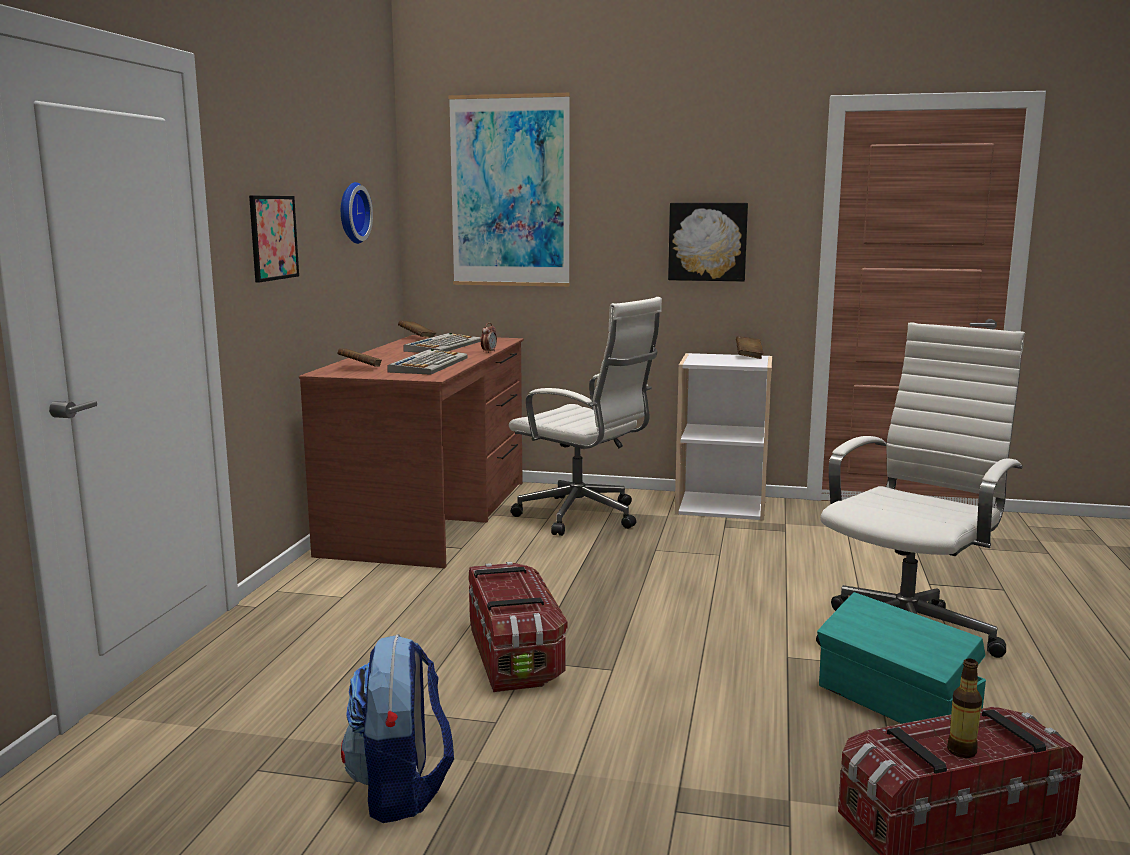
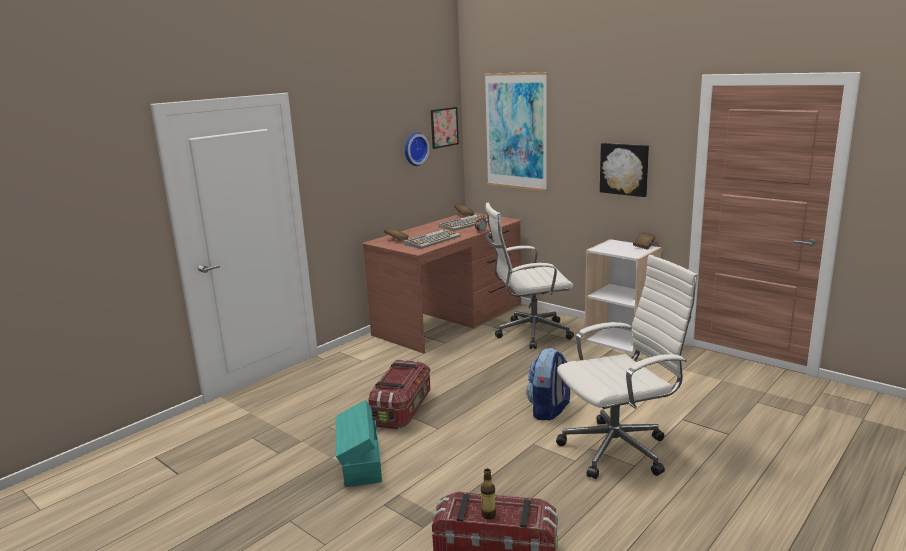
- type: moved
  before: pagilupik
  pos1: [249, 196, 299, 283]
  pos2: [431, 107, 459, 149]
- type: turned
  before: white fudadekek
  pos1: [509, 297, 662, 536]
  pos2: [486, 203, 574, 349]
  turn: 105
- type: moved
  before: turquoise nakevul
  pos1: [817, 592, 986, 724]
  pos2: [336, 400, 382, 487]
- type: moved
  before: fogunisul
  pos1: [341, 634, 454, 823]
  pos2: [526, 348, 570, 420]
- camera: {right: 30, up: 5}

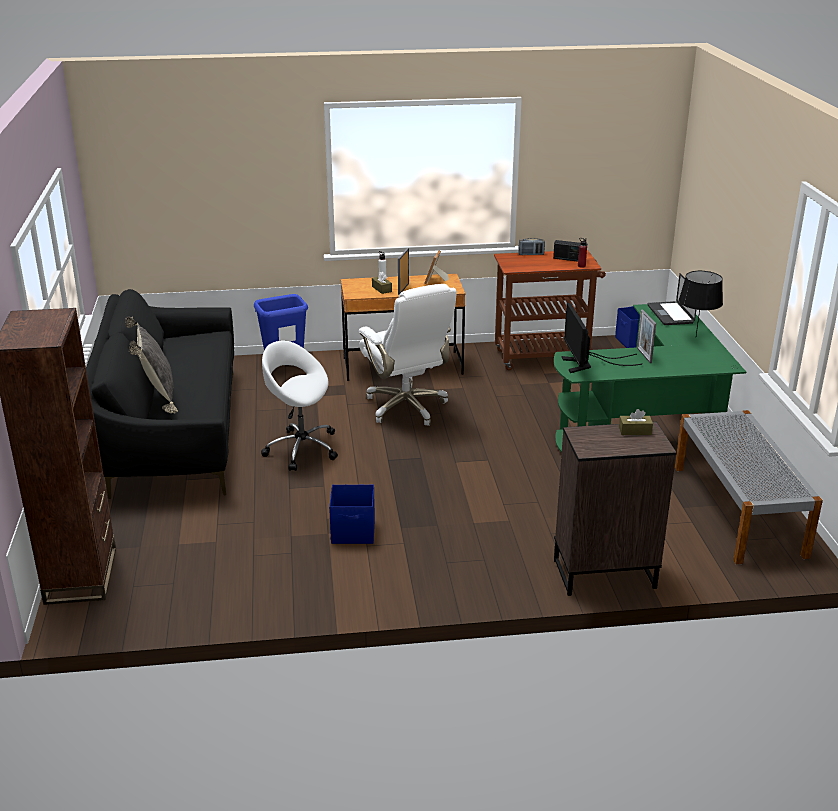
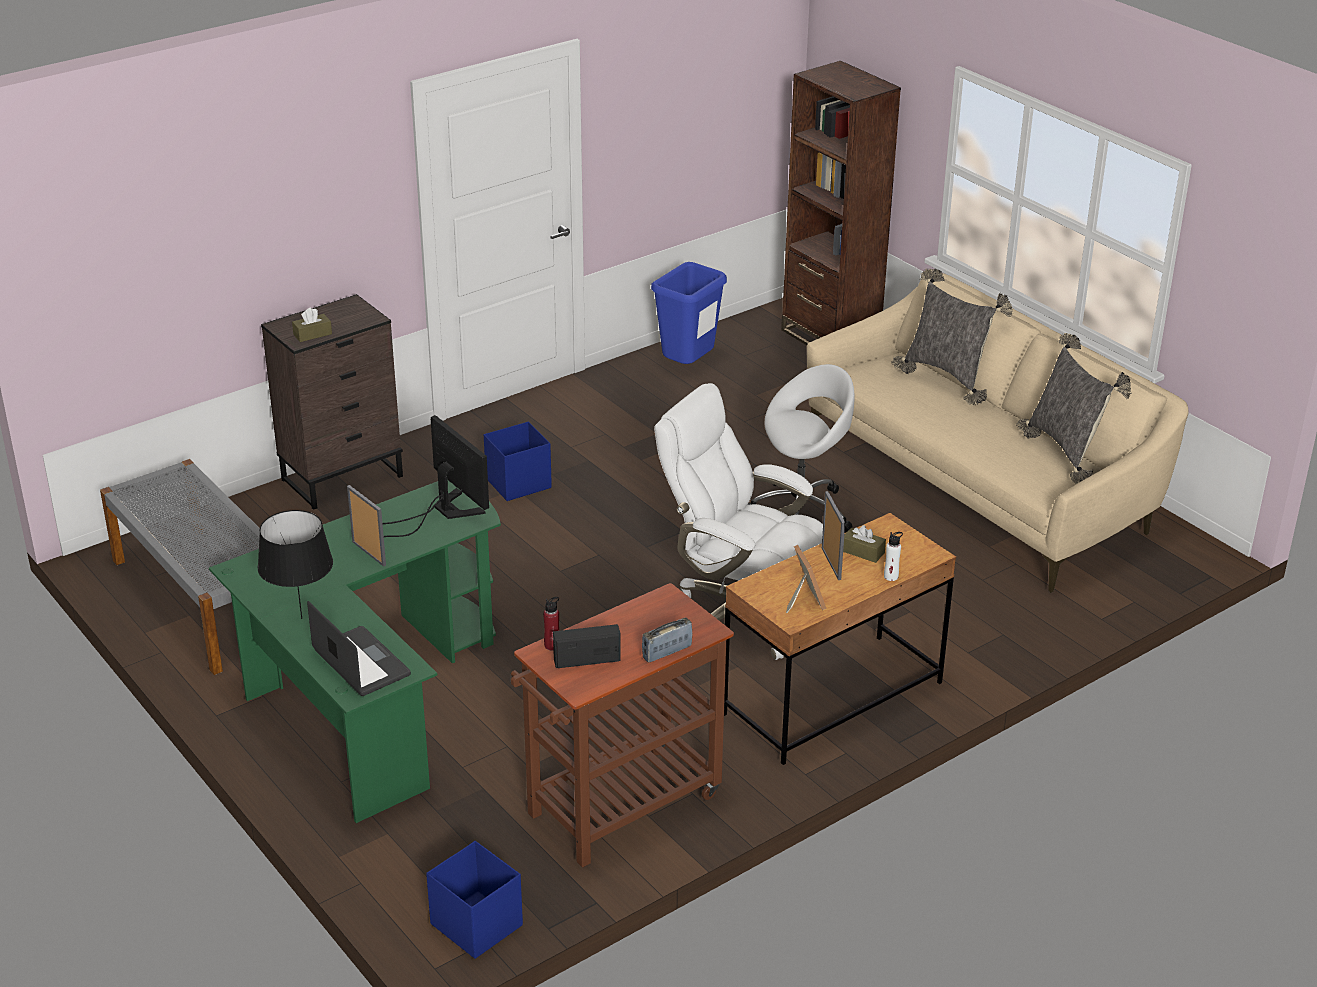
- type: recoloured
  before: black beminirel
  after: beige beminirel
  pos1: [86, 289, 234, 499]
  pos2: [807, 271, 1189, 593]
- type: moved
  before: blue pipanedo
  pos1: [254, 294, 308, 350]
  pos2: [651, 262, 727, 364]
- type: moved
  before: blue nakevul
  pos1: [329, 485, 375, 544]
  pos2: [484, 422, 552, 501]
- type: added
  after: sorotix
  pos2: [1017, 333, 1131, 484]
- camera: {right: 150, up: 5}

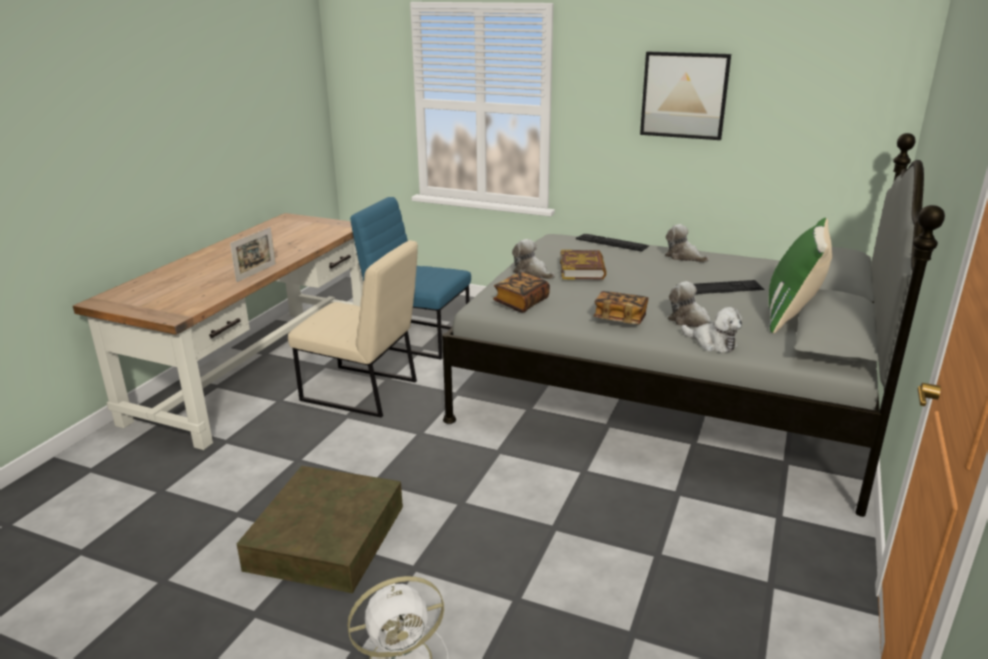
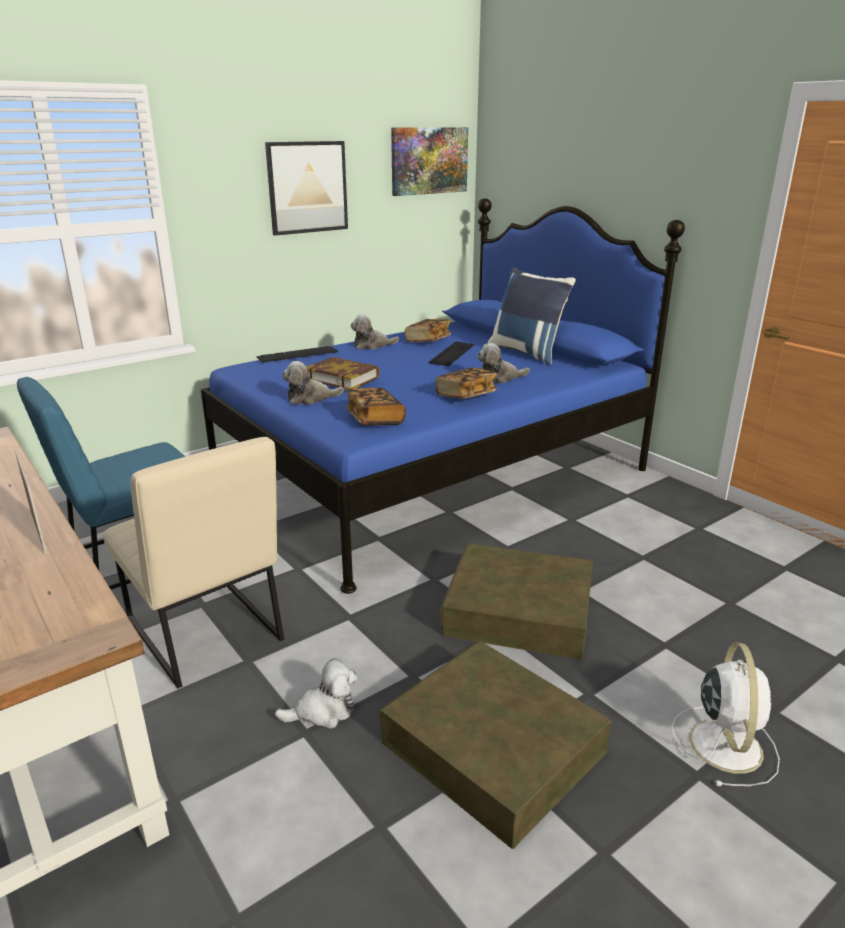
- type: recoloured
  before: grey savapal
  after: blue savapal
  pos1: [442, 133, 945, 517]
  pos2: [201, 198, 685, 594]
- type: recoloured
  before: green sorotix
  after: blue sorotix
  pos1: [769, 218, 832, 334]
  pos2: [488, 267, 576, 365]
- type: turned
  before: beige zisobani
  pos1: [288, 240, 418, 418]
  pos2: [103, 437, 284, 689]
  turn: 90
- type: moved
  before: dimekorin
  pos1: [681, 307, 742, 353]
  pos2: [275, 658, 357, 729]
- type: added
  after: pagilupik
  pos2: [391, 127, 468, 196]
- type: added
  after: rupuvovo
  pos2: [405, 319, 451, 342]
- type: added
  after: brown nakevul
  pos2: [441, 543, 593, 660]
- camera: {right: -60, up: 0}

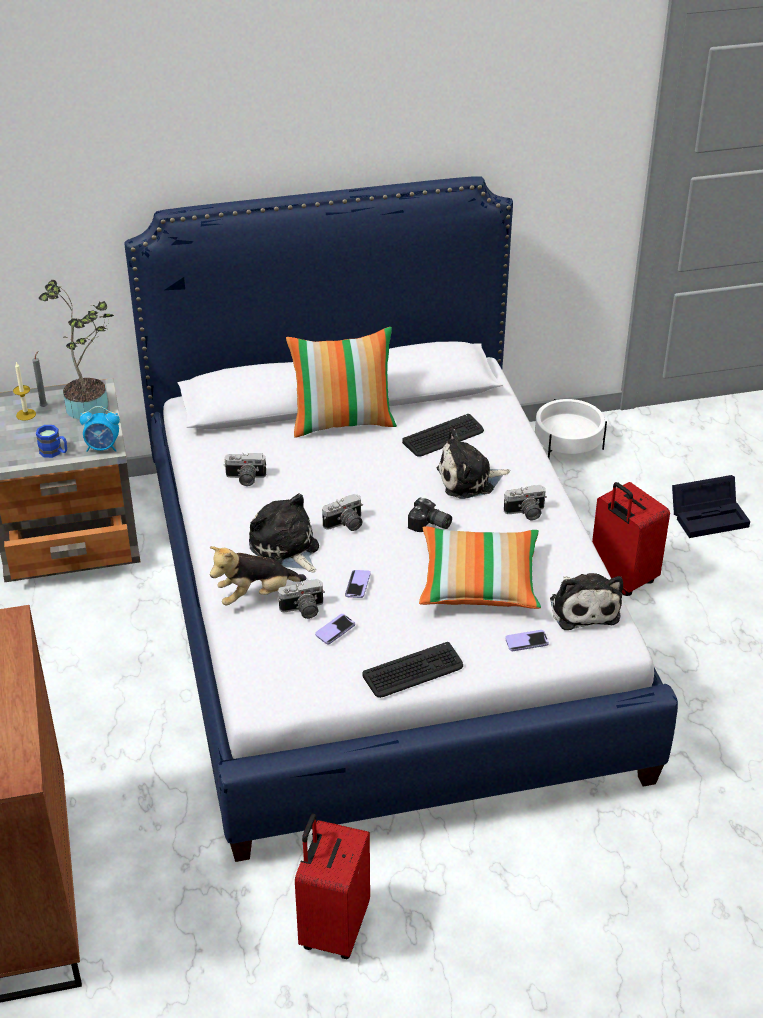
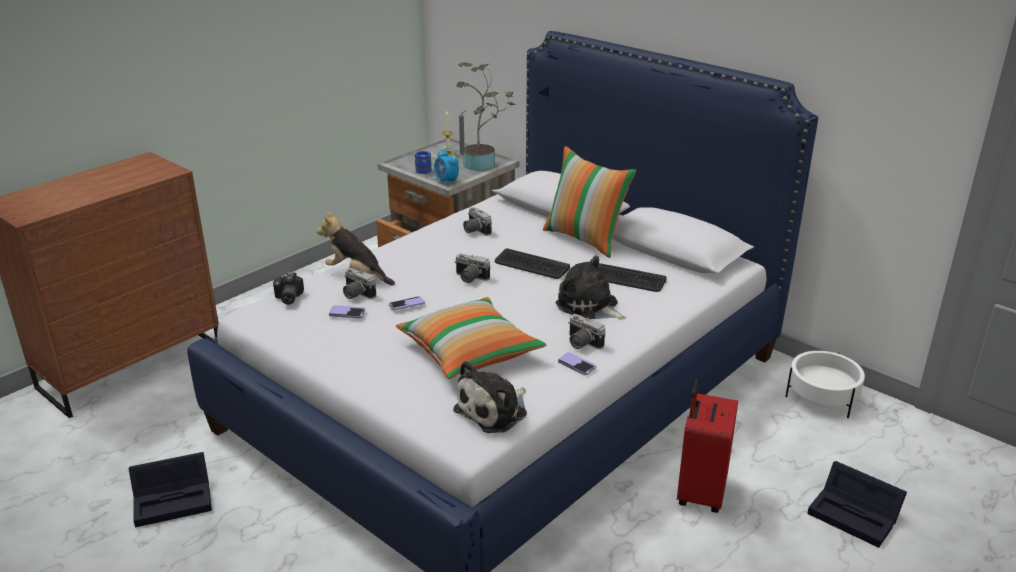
- type: removed
  before: dimekorin
  pos1: [249, 494, 319, 573]
- type: moved
  before: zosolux
  pos1: [408, 498, 452, 532]
  pos2: [273, 272, 304, 305]
- type: moved
  before: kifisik
  pos1: [505, 630, 549, 651]
  pos2: [558, 352, 596, 375]
- type: moved
  before: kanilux
  pos1: [363, 642, 463, 698]
  pos2: [495, 249, 570, 279]
- type: replaced
  before: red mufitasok
  after: black nakevul
  pos1: [295, 814, 370, 959]
  pos2: [129, 452, 212, 528]
- camera: {right: 55, up: -10}

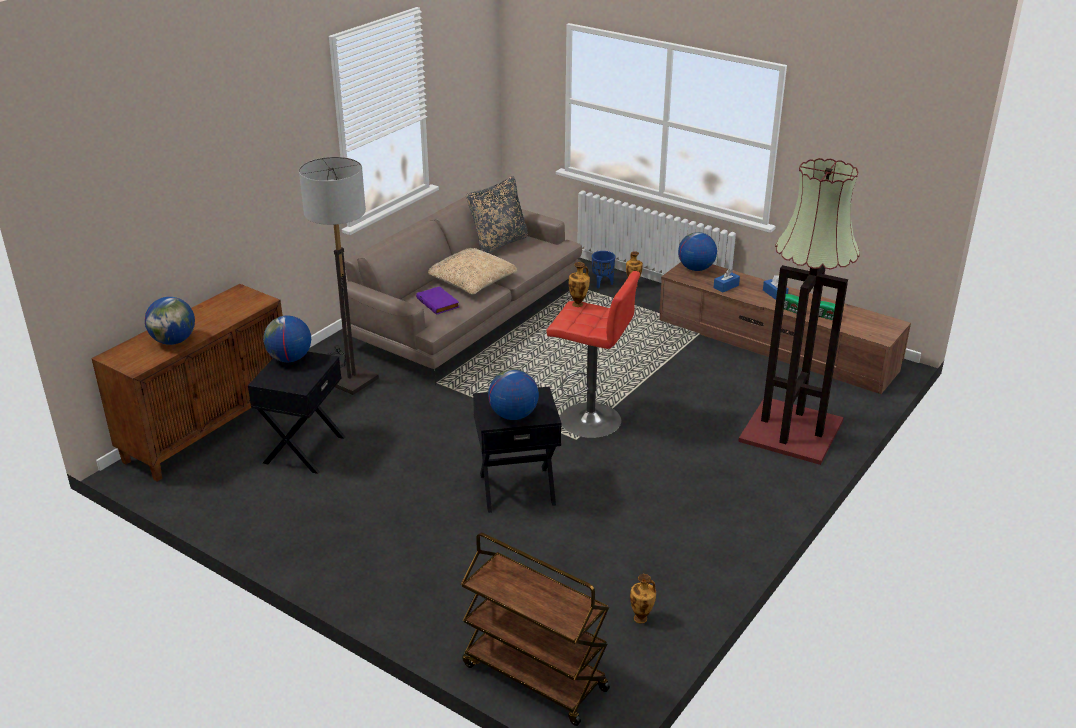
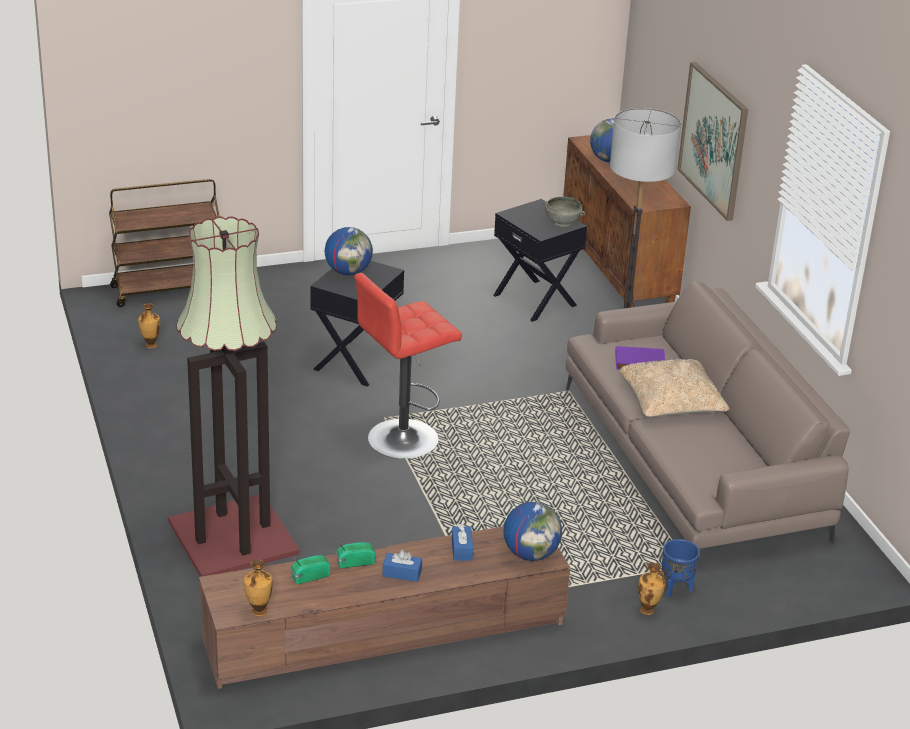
- type: removed
  before: grey sorotix
  pos1: [466, 176, 528, 254]
- type: moved
  before: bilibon
  pos1: [569, 262, 590, 307]
  pos2: [244, 559, 272, 616]
- type: replaced
  before: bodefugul
  after: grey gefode
  pos1: [263, 315, 311, 362]
  pos2: [543, 197, 585, 227]
- type: added
  after: pagilupik
  pos2: [677, 62, 748, 221]
- camera: {right: 125, up: 0}

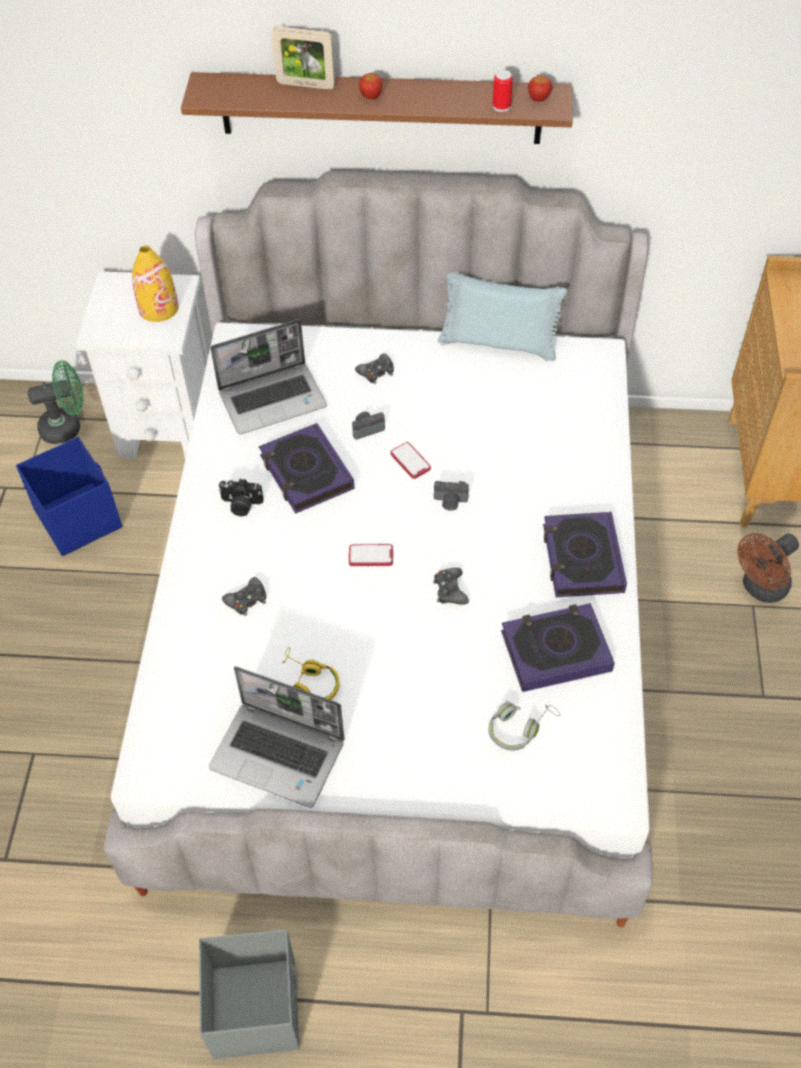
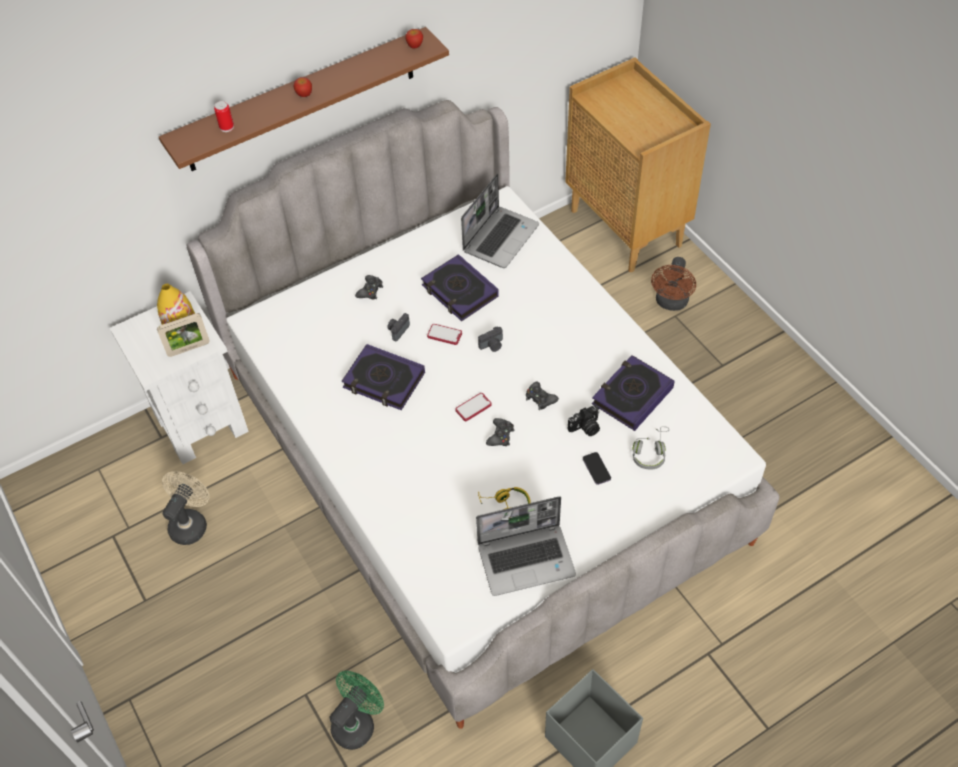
- type: moved
  before: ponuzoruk
  pos1: [272, 26, 335, 90]
  pos2: [157, 313, 210, 357]
- type: moved
  before: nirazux
  pos1: [493, 70, 513, 112]
  pos2: [214, 101, 234, 132]
- type: removed
  before: blue sorotix
  pos1: [438, 272, 567, 361]
- type: moved
  before: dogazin
  pos1: [210, 319, 327, 434]
  pos2: [461, 173, 539, 268]
- type: moved
  before: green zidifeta
  pos1: [27, 360, 83, 444]
  pos2: [329, 671, 384, 750]
- type: replaced
  before: blue nakevul
  after: beige zidifeta
  pos1: [16, 437, 122, 556]
  pos2: [162, 471, 210, 545]
- type: moved
  before: zosolux
  pos1: [218, 479, 264, 516]
  pos2: [568, 405, 600, 436]
- type: moved
  before: rupuvovo
  pos1: [543, 512, 627, 597]
  pos2: [421, 254, 499, 321]
- type: moved
  before: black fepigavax
  pos1: [222, 577, 266, 616]
  pos2: [486, 418, 515, 446]
- type: added
  after: kifisik
  pos2: [583, 452, 611, 485]
- camera: {right: -35, up: 0}

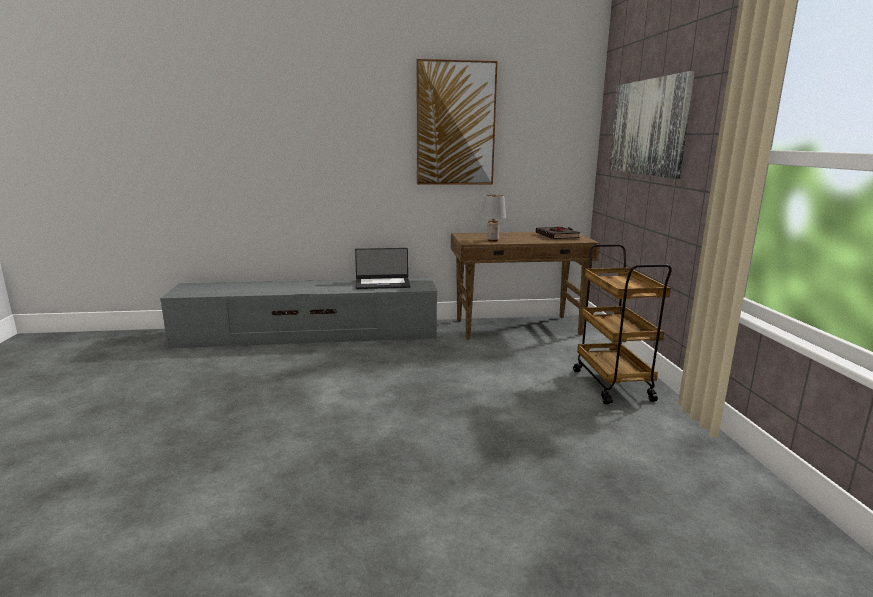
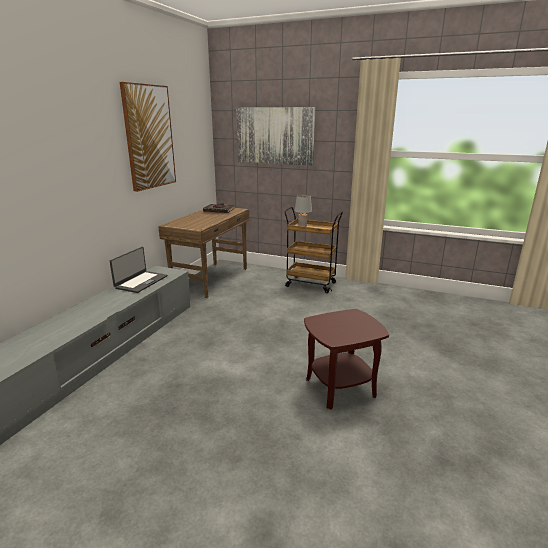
- type: moved
  before: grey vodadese
  pos1: [481, 194, 506, 241]
  pos2: [295, 195, 312, 227]
- type: added
  after: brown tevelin
  pos2: [304, 309, 389, 410]
- camera: {right: -60, up: 5}

